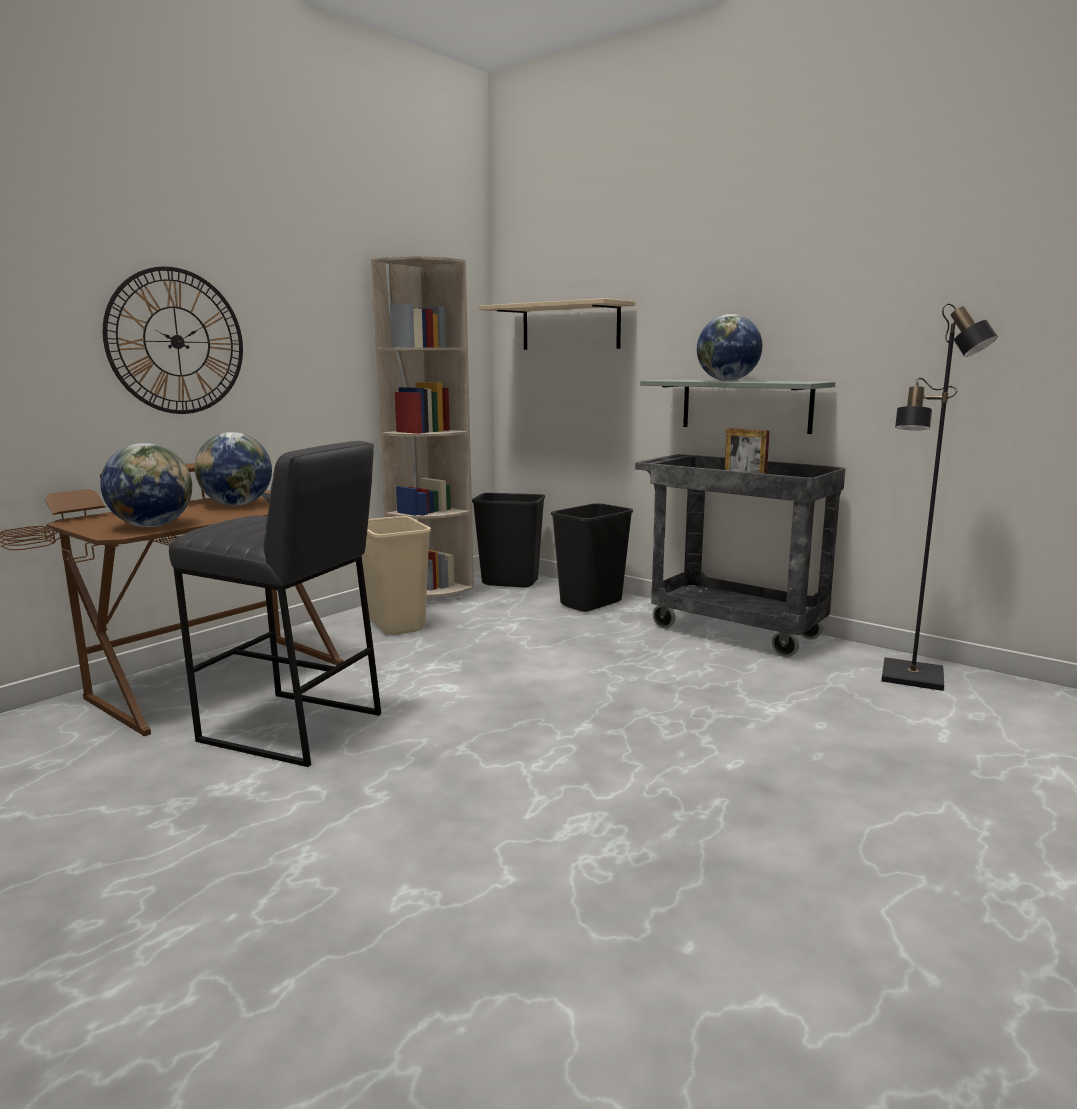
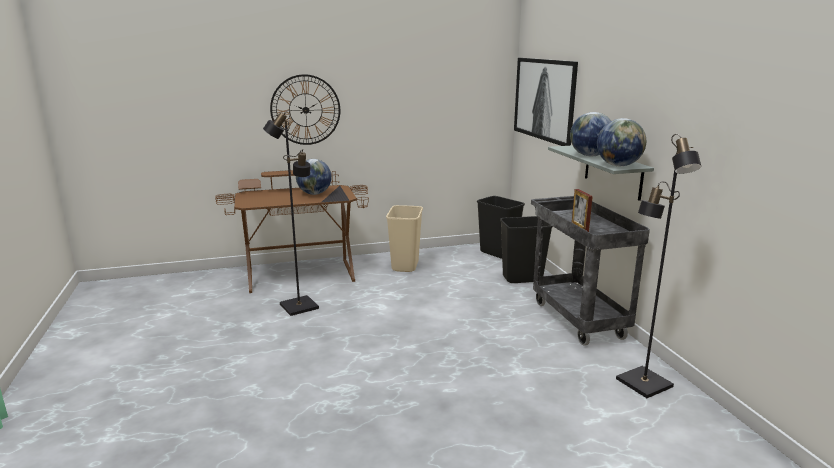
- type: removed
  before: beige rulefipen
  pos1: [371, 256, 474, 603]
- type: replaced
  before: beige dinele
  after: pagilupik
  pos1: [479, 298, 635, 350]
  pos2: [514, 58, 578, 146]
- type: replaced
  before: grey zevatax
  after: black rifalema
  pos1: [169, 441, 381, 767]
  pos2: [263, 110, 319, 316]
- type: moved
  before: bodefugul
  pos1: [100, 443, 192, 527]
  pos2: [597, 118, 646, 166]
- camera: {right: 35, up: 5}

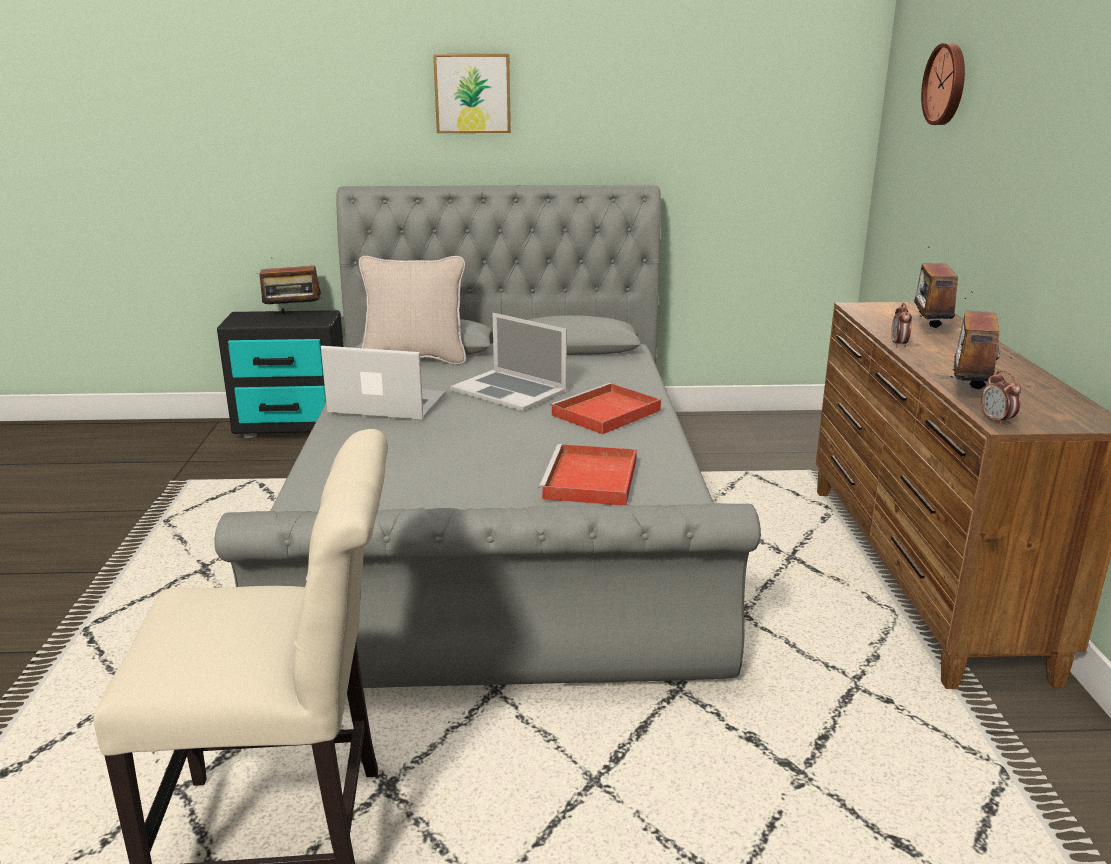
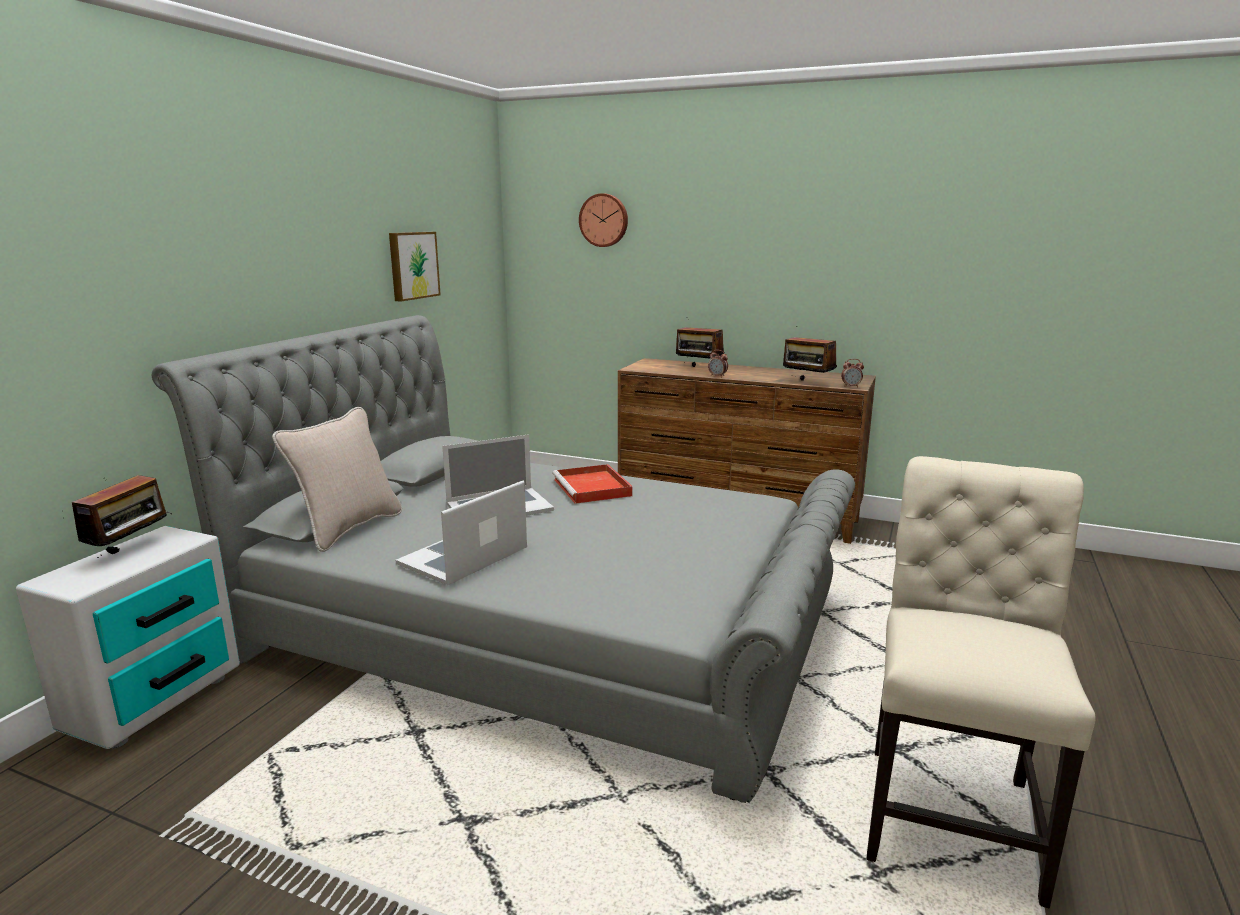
- type: moved
  before: pagilupik
  pos1: [433, 54, 511, 133]
  pos2: [389, 232, 441, 302]
- type: recoloured
  before: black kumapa
  after: white kumapa
  pos1: [217, 310, 344, 439]
  pos2: [16, 526, 240, 749]
- type: removed
  before: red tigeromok
  pos1: [538, 444, 637, 506]
- camera: {right: -65, up: -5}

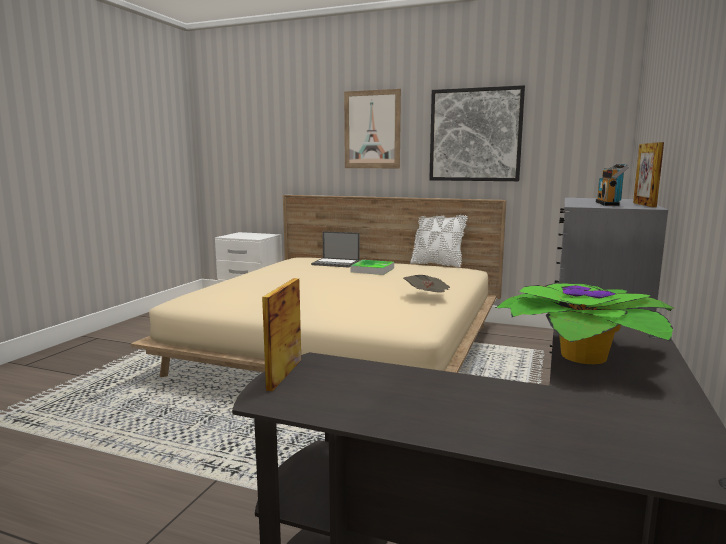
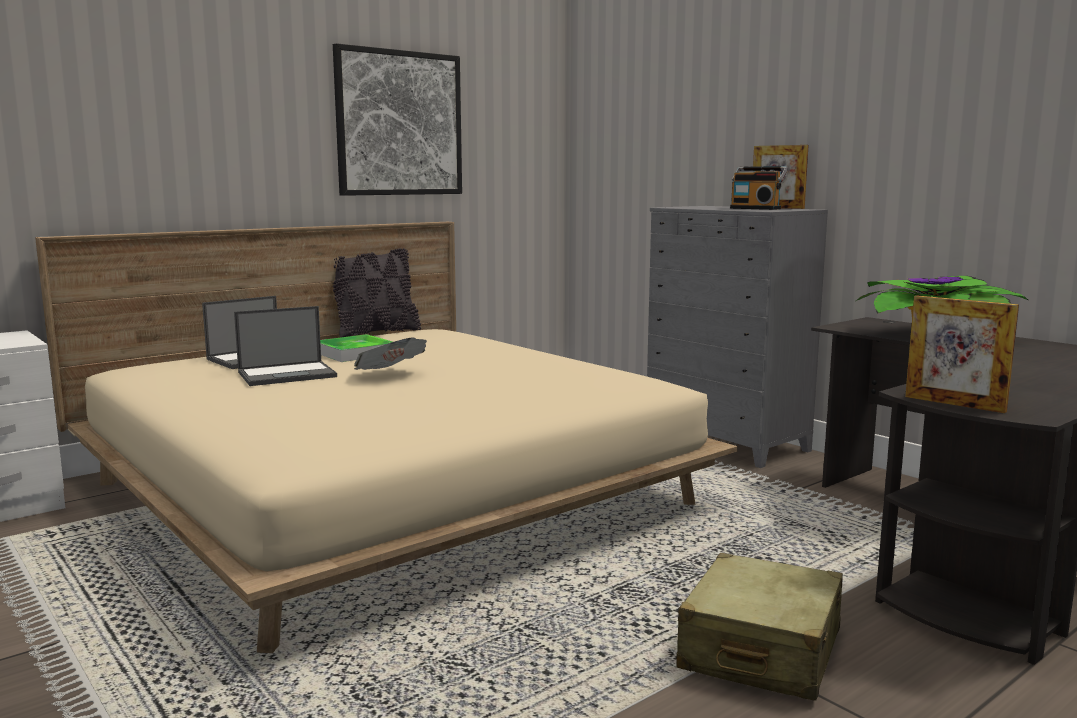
- type: removed
  before: pagilupik
  pos1: [344, 89, 401, 168]
- type: recoloured
  before: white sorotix
  after: black sorotix
  pos1: [410, 215, 468, 268]
  pos2: [333, 248, 421, 338]
- type: moved
  before: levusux
  pos1: [403, 275, 450, 293]
  pos2: [354, 338, 427, 370]
- type: added
  after: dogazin
  pos2: [234, 306, 337, 386]
- type: added
  after: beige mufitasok
  pos2: [676, 553, 843, 701]
- camera: {right: -60, up: 0}

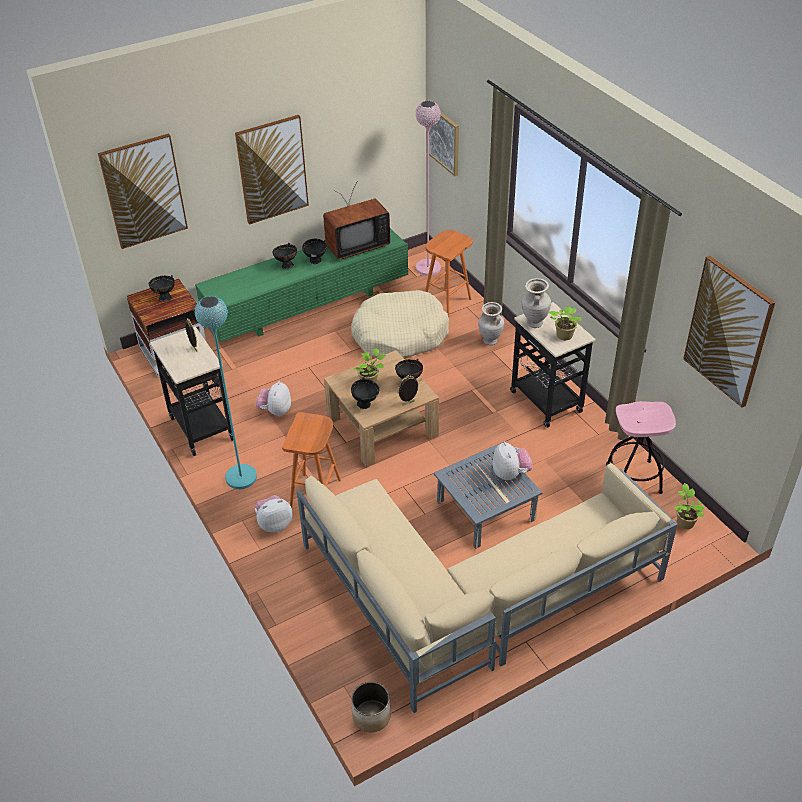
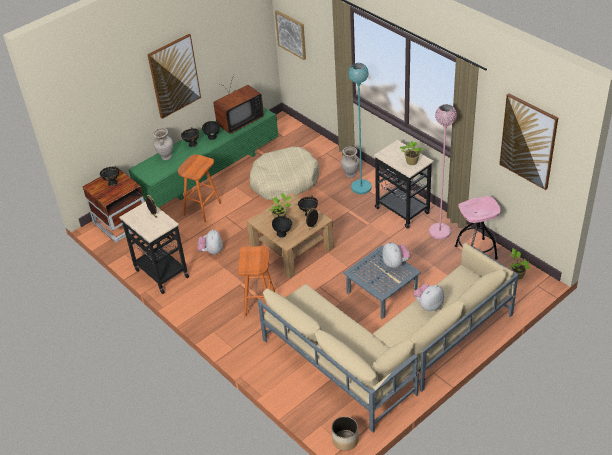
- type: moved
  before: pink rifalema
  pos1: [415, 100, 441, 276]
  pos2: [429, 104, 457, 239]
- type: removed
  before: pagilupik
  pos1: [98, 134, 188, 249]
- type: moved
  before: orange zevatax
  pos1: [425, 230, 473, 317]
  pos2: [178, 155, 221, 222]
- type: moved
  before: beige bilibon
  pos1: [521, 278, 551, 328]
  pos2: [153, 128, 173, 160]
- type: moved
  before: turquoise rifalema
  pos1: [195, 296, 257, 489]
  pos2: [348, 63, 371, 194]
- type: moved
  before: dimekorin
  pos1: [255, 495, 292, 532]
  pos2: [413, 284, 444, 311]
- camera: {right: -10, up: 0}

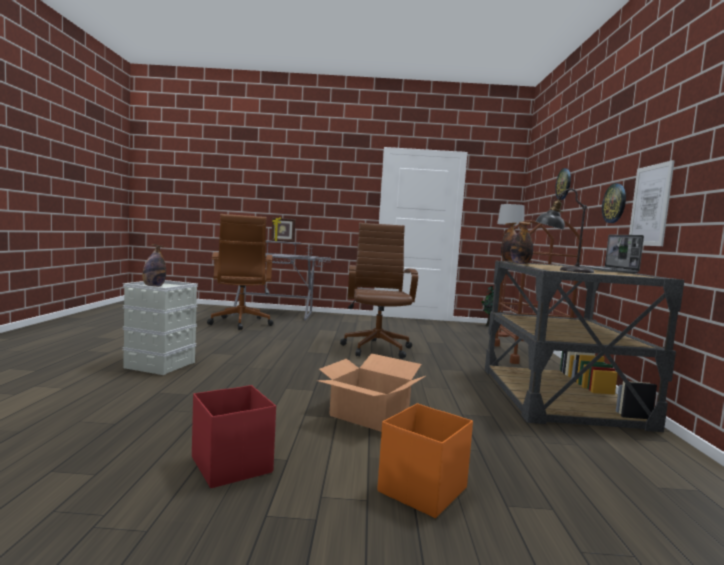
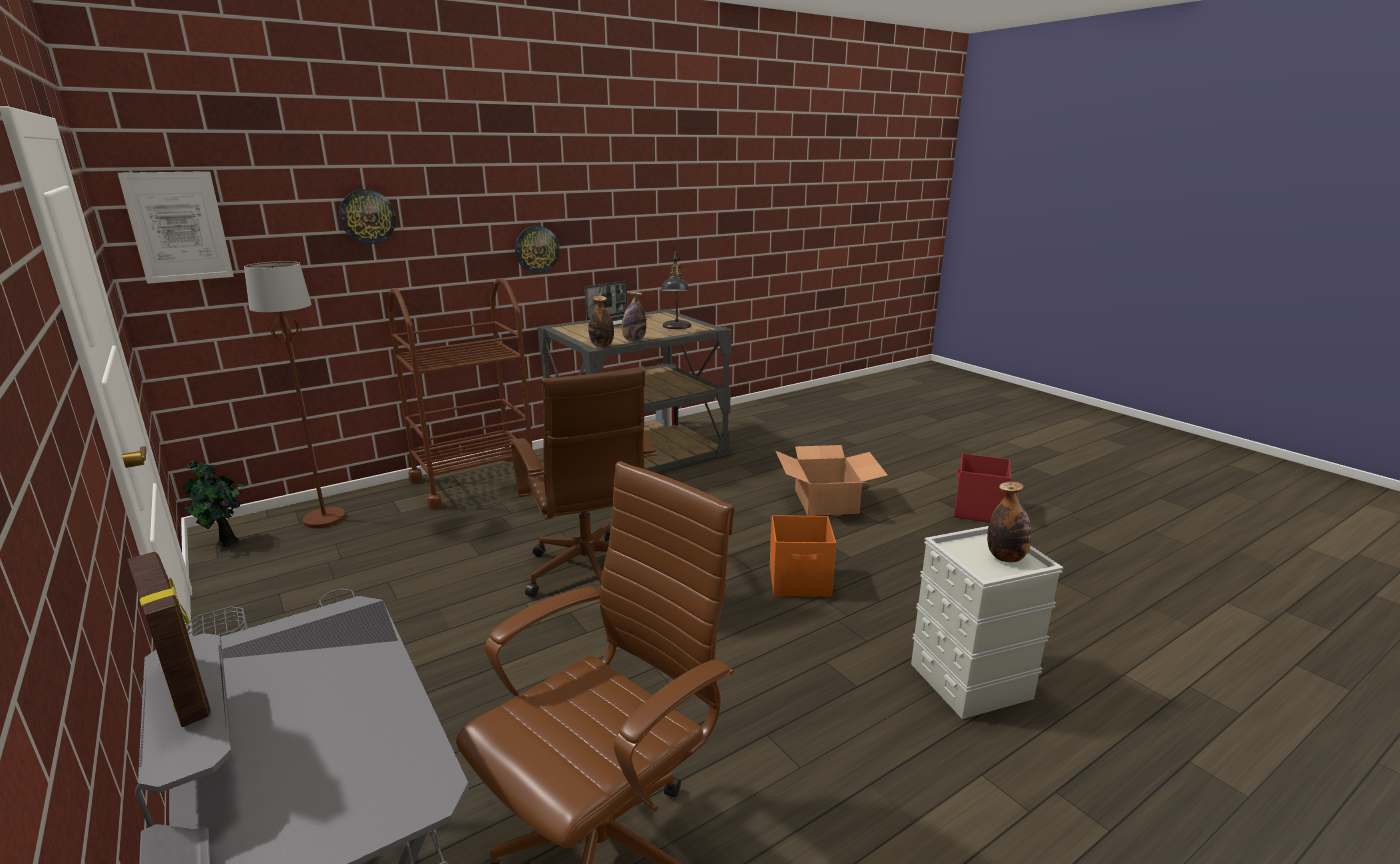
- type: moved
  before: pagilupik
  pos1: [629, 160, 675, 246]
  pos2: [118, 171, 234, 284]
- type: turned
  before: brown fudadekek
  pos1: [340, 222, 418, 359]
  pos2: [511, 366, 658, 597]
  turn: -75
- type: moved
  before: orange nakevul
  pos1: [377, 403, 473, 518]
  pos2: [770, 515, 836, 597]
- camera: {right: -125, up: 15}

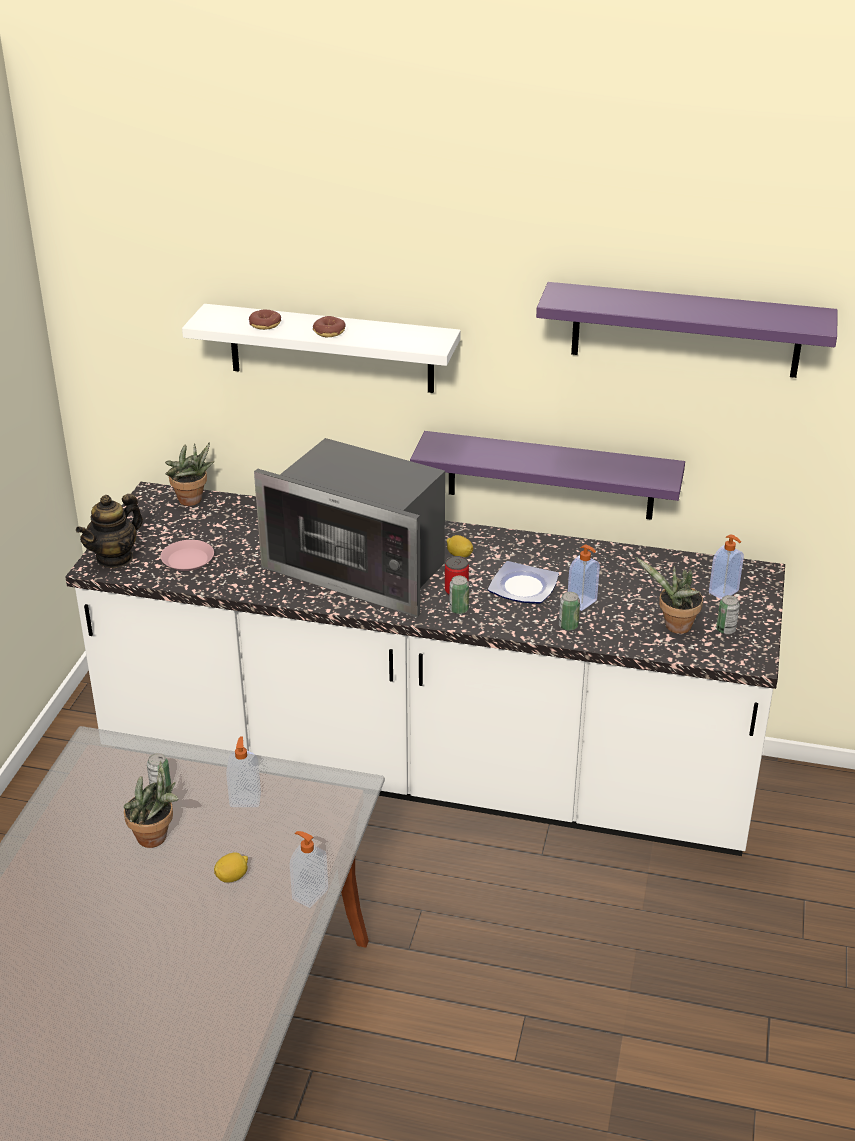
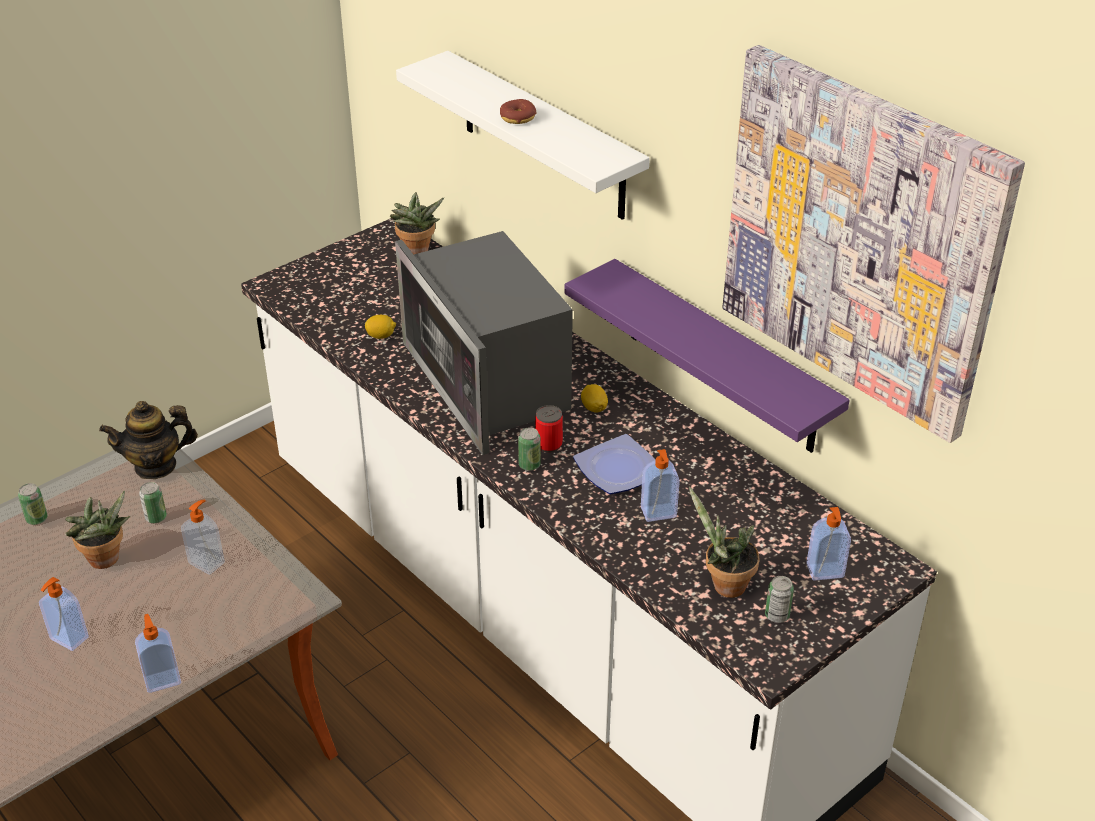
- type: replaced
  before: purple dinele
  after: pagilupik
  pos1: [536, 282, 838, 378]
  pos2: [722, 45, 1025, 443]
- type: removed
  before: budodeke
  pos1: [249, 310, 281, 330]
- type: moved
  before: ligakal
  pos1: [76, 494, 143, 568]
  pos2: [99, 401, 198, 479]
- type: removed
  before: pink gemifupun
  pos1: [161, 540, 214, 571]
- type: moved
  before: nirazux
  pos1: [559, 592, 580, 631]
  pos2: [18, 483, 48, 525]
- type: moved
  before: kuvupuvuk
  pos1: [214, 853, 248, 883]
  pos2: [365, 315, 396, 339]
- type: added
  after: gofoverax
  pos2: [39, 577, 89, 651]
- camera: {right: 35, up: 5}

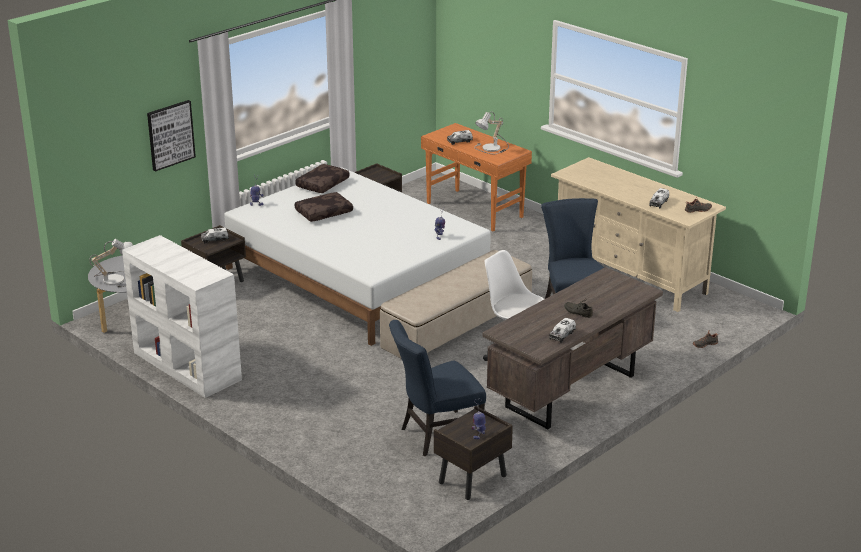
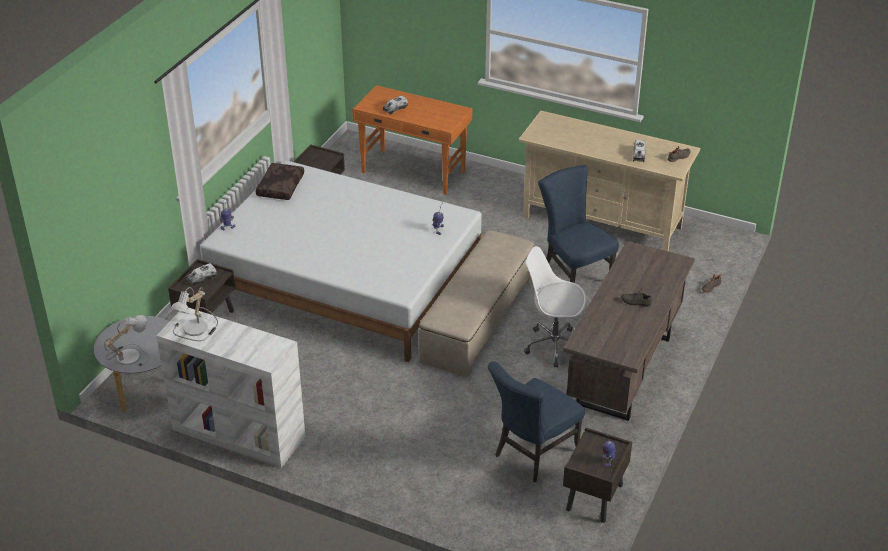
- type: removed
  before: pagilupik
  pos1: [147, 100, 196, 172]
- type: moved
  before: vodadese
  pos1: [474, 112, 509, 154]
  pos2: [170, 287, 218, 341]
- type: removed
  before: brown sorotix
  pos1: [295, 192, 353, 222]
- type: removed
  before: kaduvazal
  pos1: [549, 318, 576, 343]
- camera: {right: -20, up: 10}

